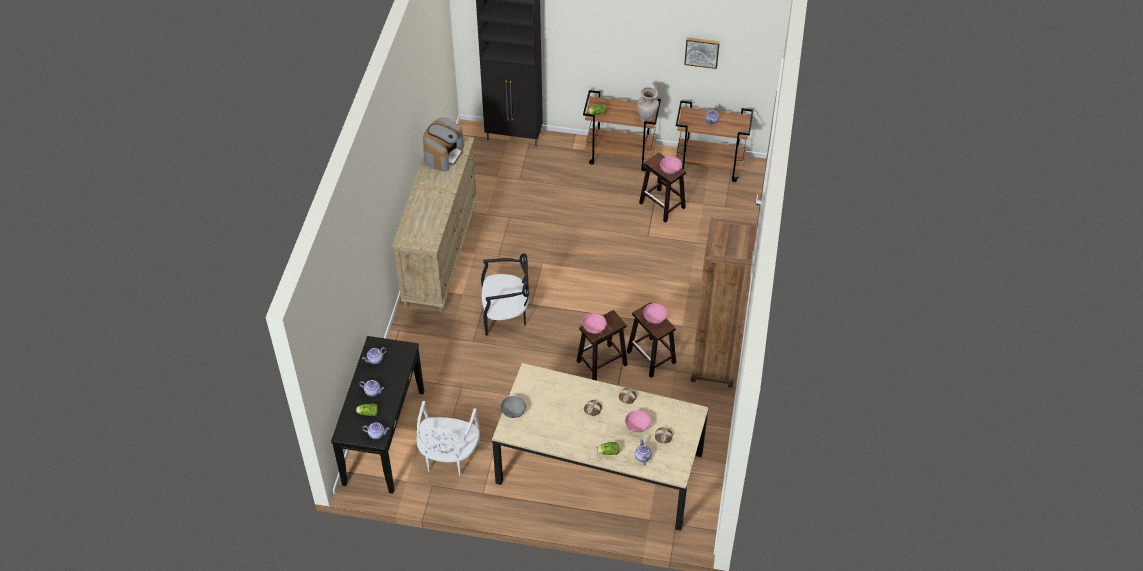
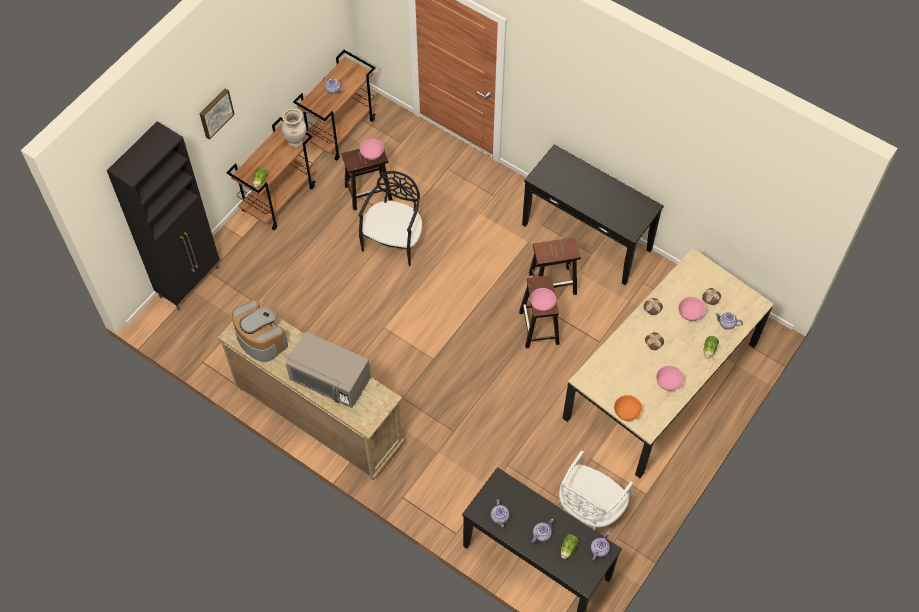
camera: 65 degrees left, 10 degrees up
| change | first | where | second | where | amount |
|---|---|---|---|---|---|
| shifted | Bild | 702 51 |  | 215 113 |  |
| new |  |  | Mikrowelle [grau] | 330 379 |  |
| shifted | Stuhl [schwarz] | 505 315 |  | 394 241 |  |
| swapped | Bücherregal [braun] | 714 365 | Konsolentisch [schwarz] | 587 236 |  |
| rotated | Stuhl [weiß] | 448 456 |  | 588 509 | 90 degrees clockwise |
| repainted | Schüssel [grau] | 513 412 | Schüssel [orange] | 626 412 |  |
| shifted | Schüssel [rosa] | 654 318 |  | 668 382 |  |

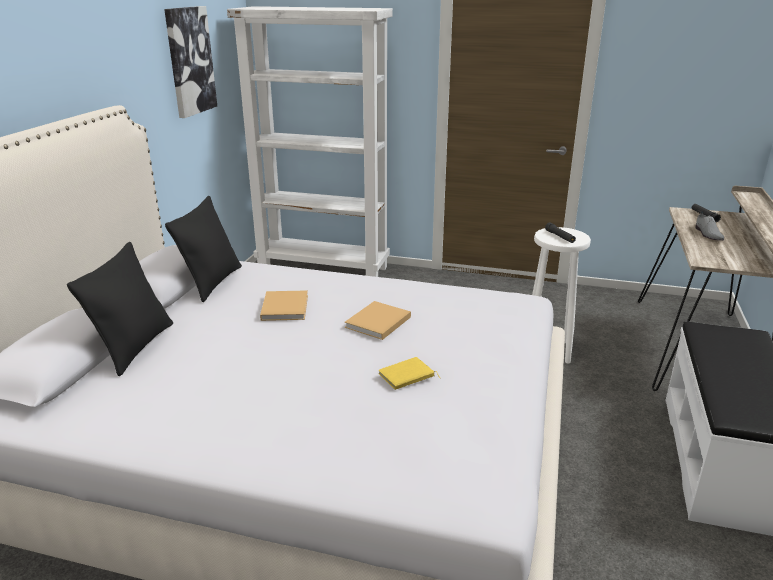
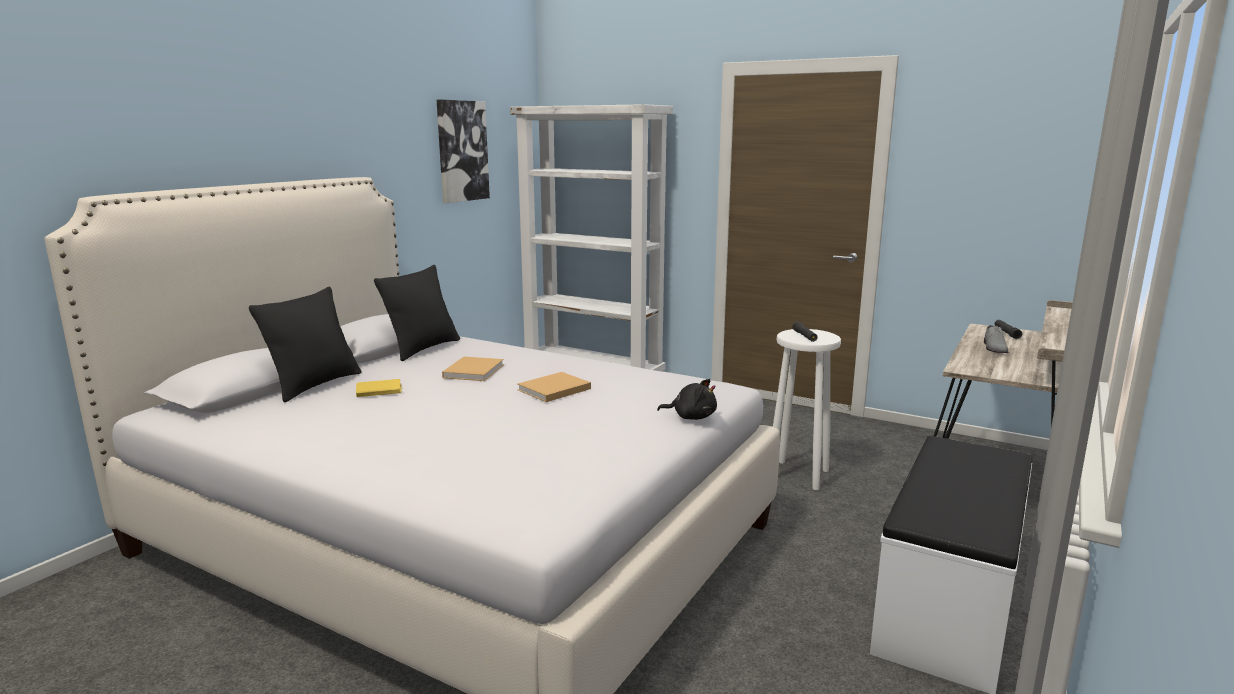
camera: 15 degrees right, 10 degrees down
| change | first | where | second | where | amount |
|---|---|---|---|---|---|
| shifted | Buch [gelb] | 407 377 |  | 379 391 |  |
| new |  |  | Plüschtier [schwarz] | 691 417 |  |

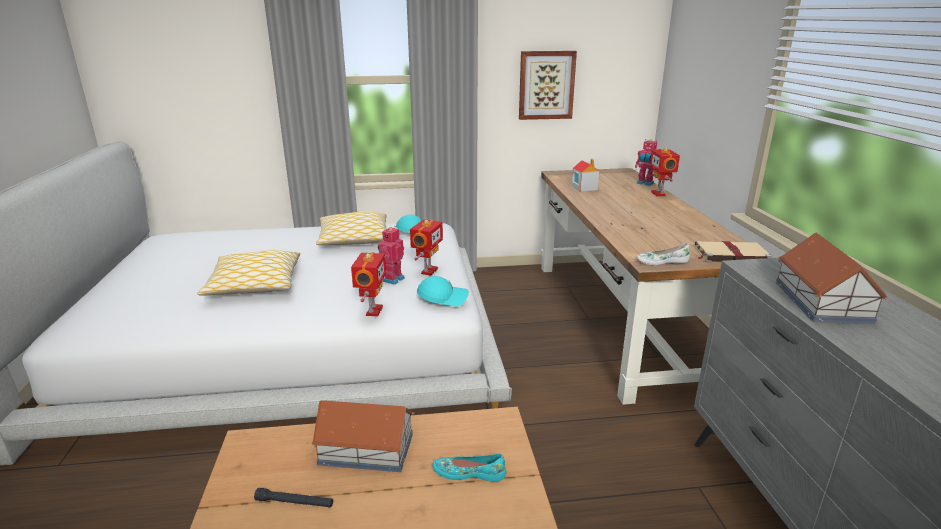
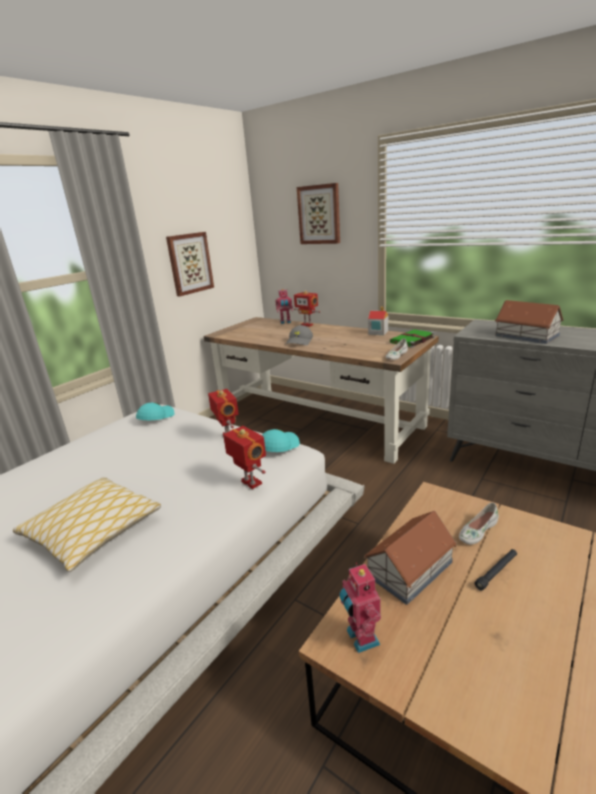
camera: 45 degrees left, 0 degrees up
| change | first | where | second | where | amount |
|---|---|---|---|---|---|
| new |  |  | Kappe [grau] | 299 342 |  |
| new |  |  | Bild | 319 214 |  |
| shifted | Spielzeugroboter | 392 279 |  | 360 638 |  |
| shifted | Spielzeughaus | 584 188 |  | 377 332 |  |
| repainted | Buch [beige] | 729 254 | Buch [grün] | 412 340 |  |
| repainted | Schuh [türkis] | 469 472 | Schuh [weiß] | 477 530 |  |
| shifted | Taschenlampe [schwarz] | 294 503 |  | 496 571 |  |
| gone | Kissen | 354 239 |  |  |  |

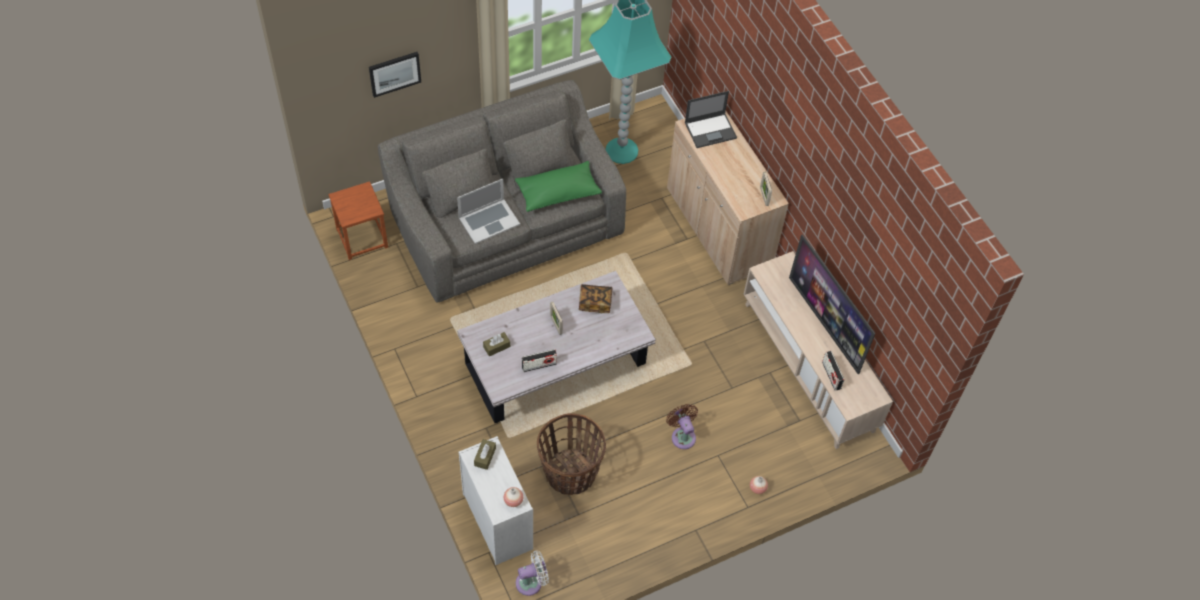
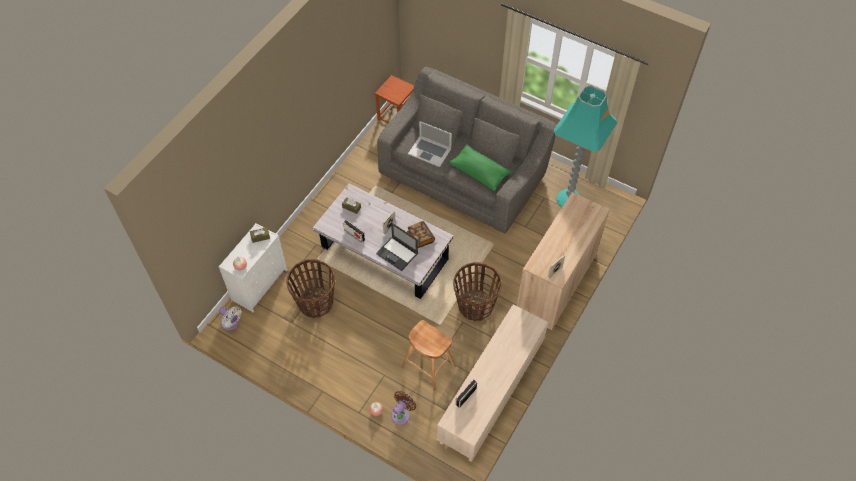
camera: 60 degrees right, 0 degrees up
| change | first | where | second | where | amount |
|---|---|---|---|---|---|
| shifted | Laptop | 711 130 |  | 397 254 |  |
| shifted | Ventilator [braun] | 682 435 |  | 402 414 |  |
| new |  |  | Hocker [braun] | 428 366 |  |
| new |  |  | Korb | 475 306 |  |
| gone | Bild | 394 73 |  |  |  |
| gone | Fernseher | 825 324 |  |  |  |

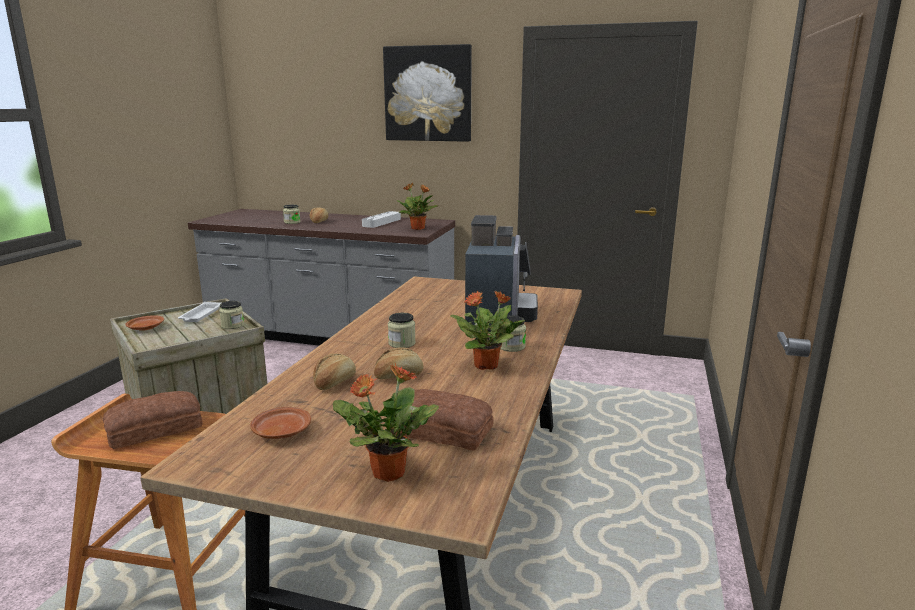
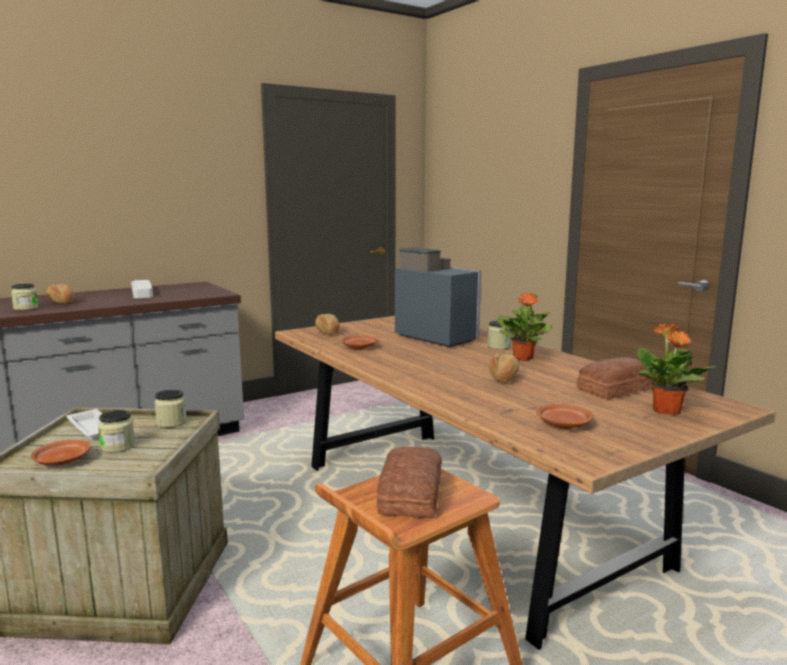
camera: 50 degrees left, 5 degrees down
| change | first | where | second | where | amount |
|---|---|---|---|---|---|
| shifted | Vorratsglas | 402 343 |  | 118 446 |  |
| shifted | Brot | 334 382 |  | 327 332 |  |
| new |  |  | Teller [braun] | 358 347 |  |
| gone | Bild | 428 94 |  |  |  |
| gone | Topfpflanze | 418 228 |  |  |  |

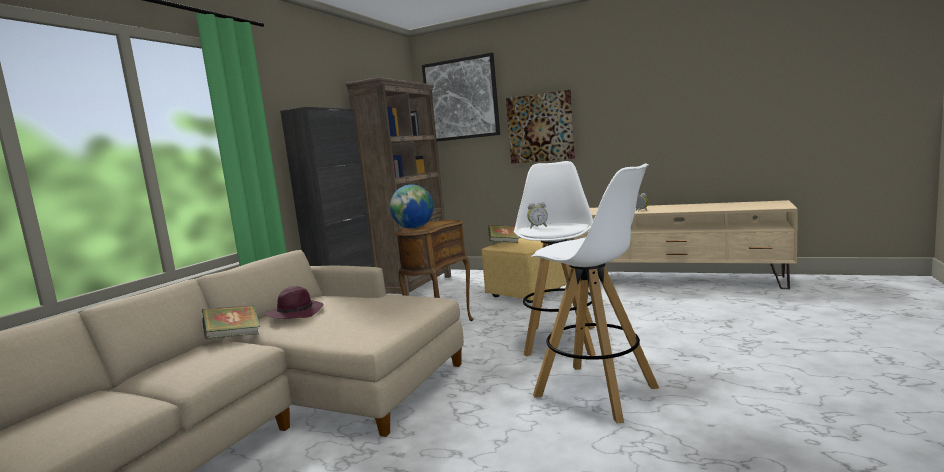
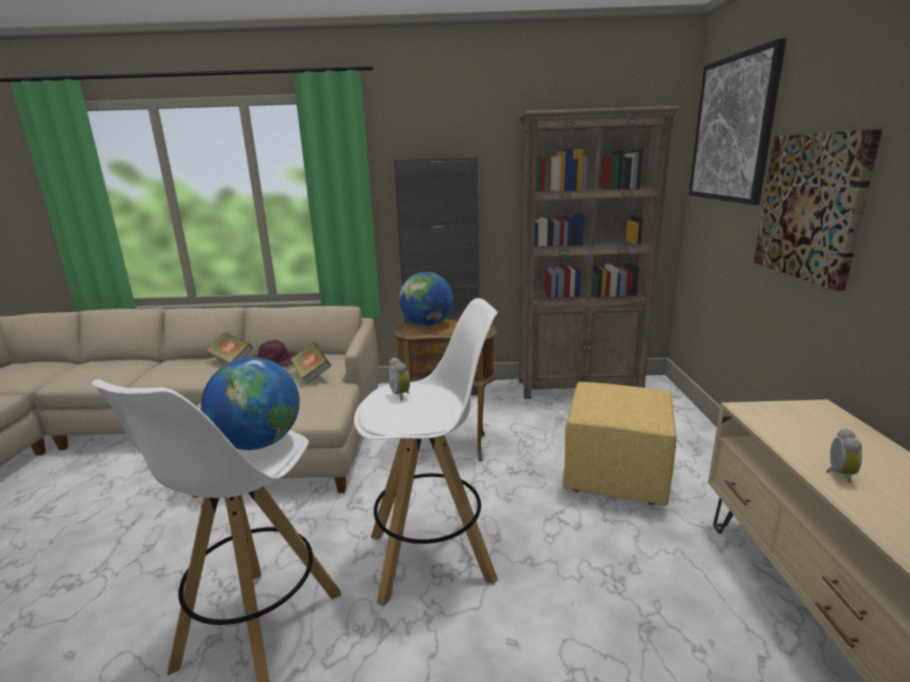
camera: 65 degrees right, 10 degrees up
| change | first | where | second | where | amount |
|---|---|---|---|---|---|
| new |  |  | Globus | 259 443 |  |
| shifted | Buch | 504 243 |  | 312 375 |  |

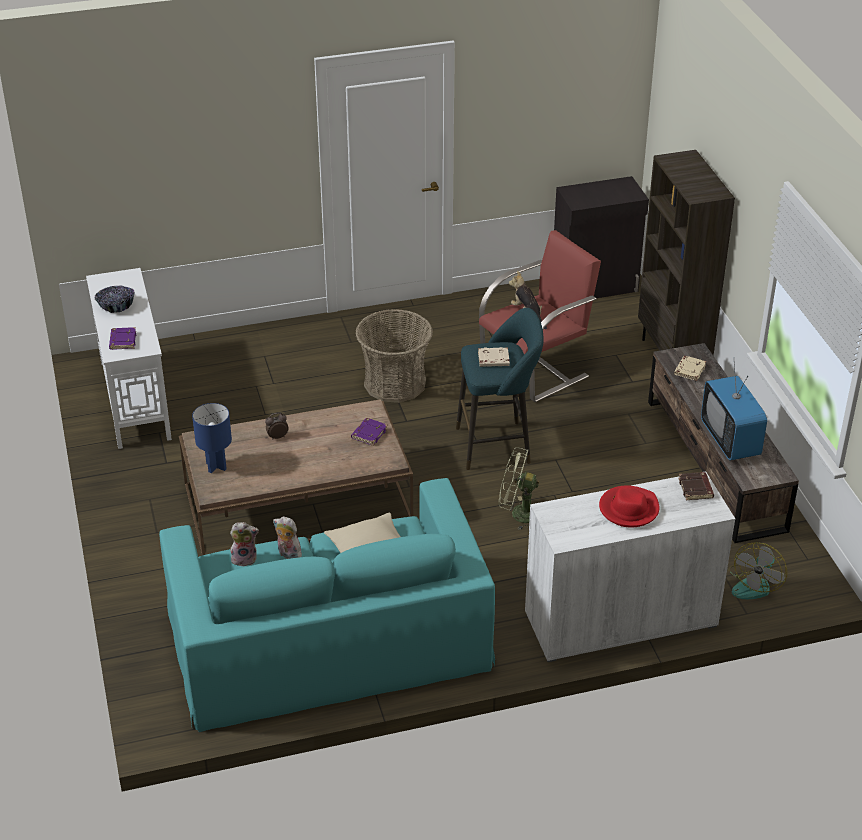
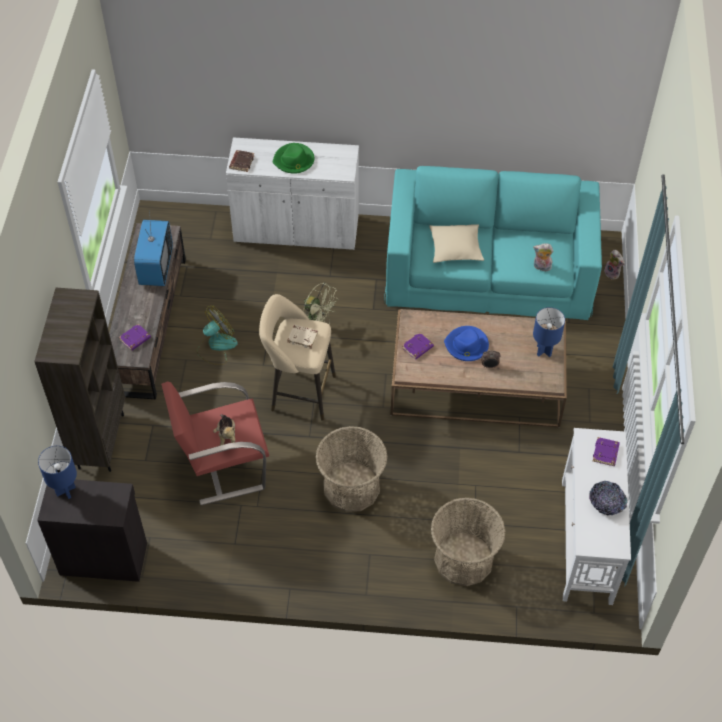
camera: 160 degrees left, 15 degrees up
| change | first | where | second | where | amount |
|---|---|---|---|---|---|
| new |  |  | Tischlampe [blau] | 66 490 |  |
| repainted | Buch [beige] | 689 370 | Buch [lila] | 135 339 |  |
| shifted | Ventilator | 754 584 |  | 216 346 |  |
| repainted | Hocker [türkis] | 498 445 | Hocker [beige] | 299 392 |  |
| repainted | Hut [rot] | 628 509 | Hut [grün] | 294 160 |  |
| new |  |  | Korb | 463 559 |  |
| new |  |  | Hut [blau] | 466 345 |  |
| shifted | Plüschtier | 287 554 |  | 613 273 |  |

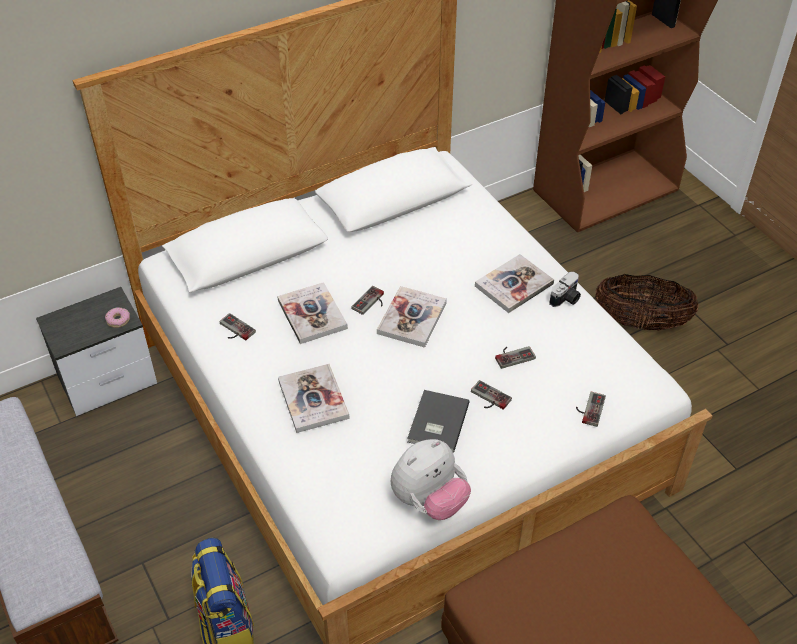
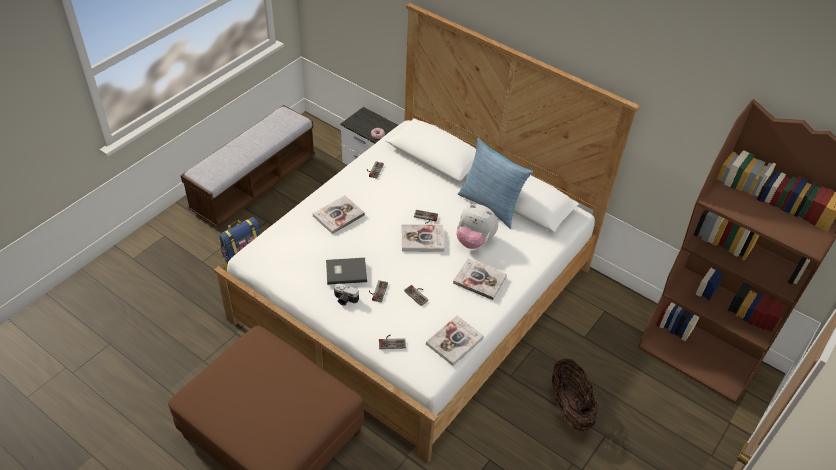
camera: 65 degrees right, 0 degrees up
| change | first | where | second | where | amount |
|---|---|---|---|---|---|
| shifted | Kamera | 566 299 |  | 345 300 |  |
| shifted | Buch | 312 314 |  | 454 341 |  |
| shifted | Plüschtier | 429 501 |  | 474 240 |  |
| new |  |  | Kissen | 491 205 |  |

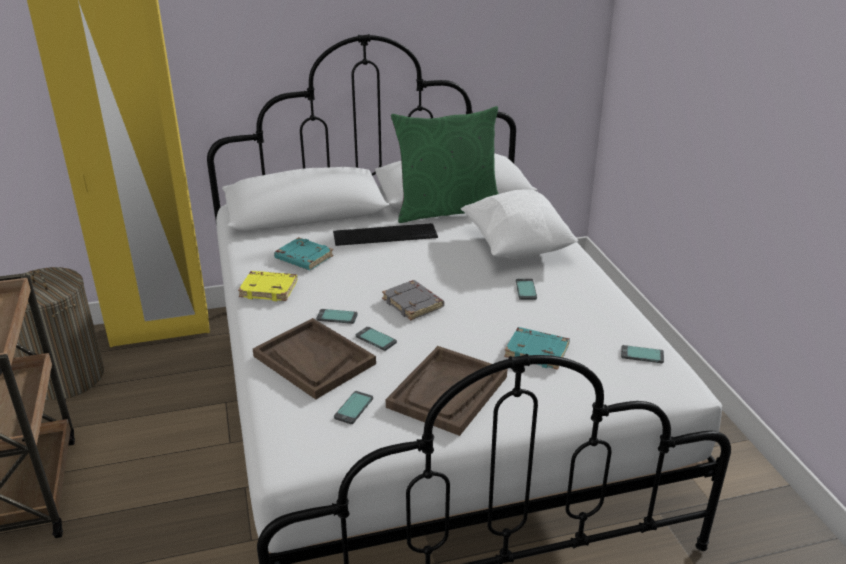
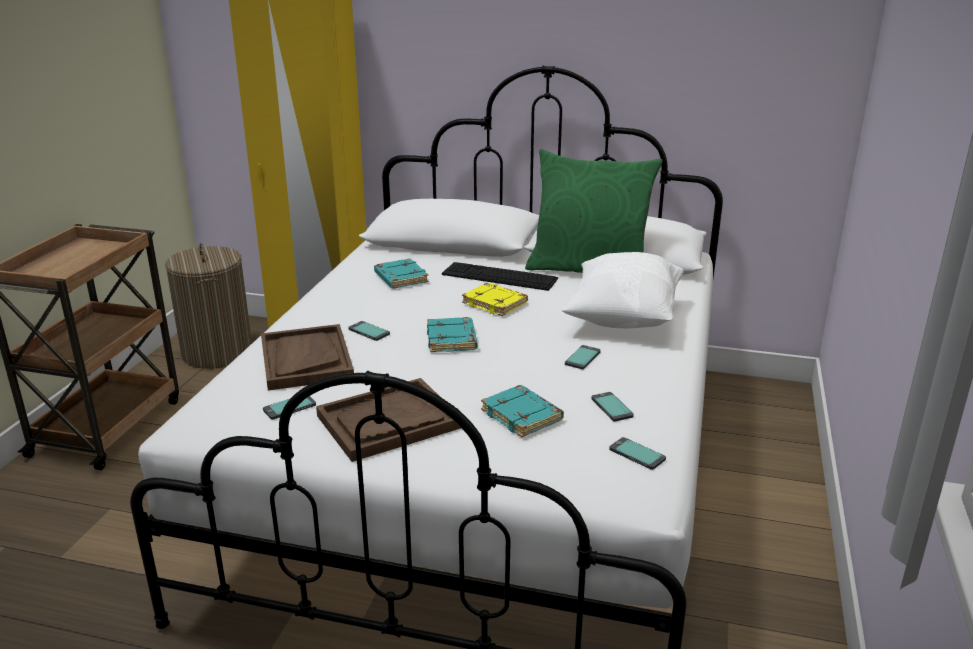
camera: 30 degrees right, 5 degrees down
| change | first | where | second | where | amount |
|---|---|---|---|---|---|
| repainted | Buch [grau] | 414 304 | Buch [türkis] | 452 340 |  |
| shifted | Buch [gelb] | 269 289 |  | 496 303 |  |
| shifted | Handy | 375 339 |  | 611 407 |  |

